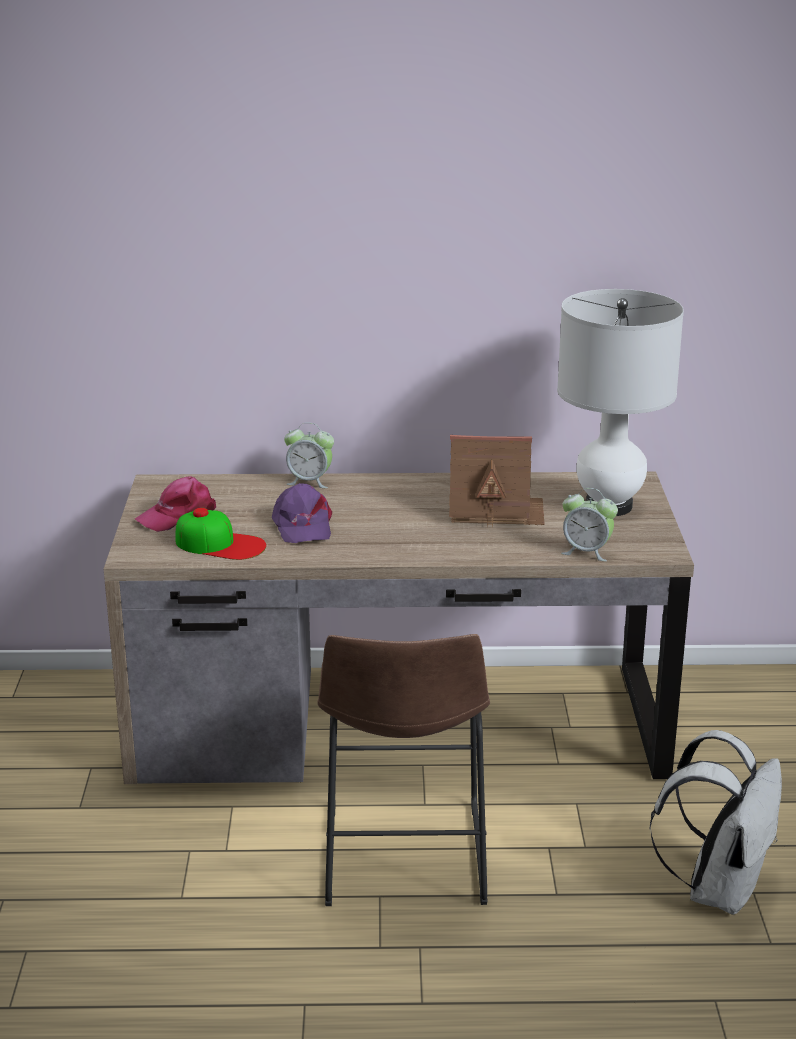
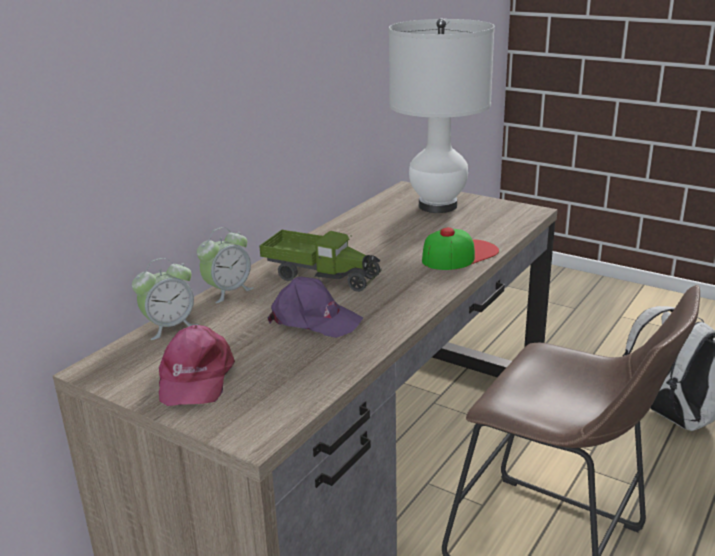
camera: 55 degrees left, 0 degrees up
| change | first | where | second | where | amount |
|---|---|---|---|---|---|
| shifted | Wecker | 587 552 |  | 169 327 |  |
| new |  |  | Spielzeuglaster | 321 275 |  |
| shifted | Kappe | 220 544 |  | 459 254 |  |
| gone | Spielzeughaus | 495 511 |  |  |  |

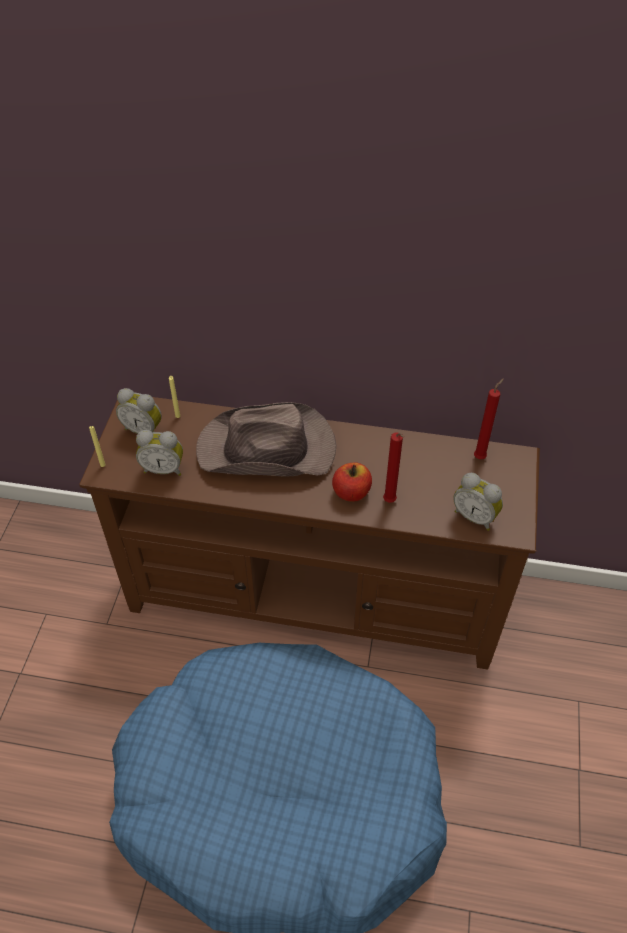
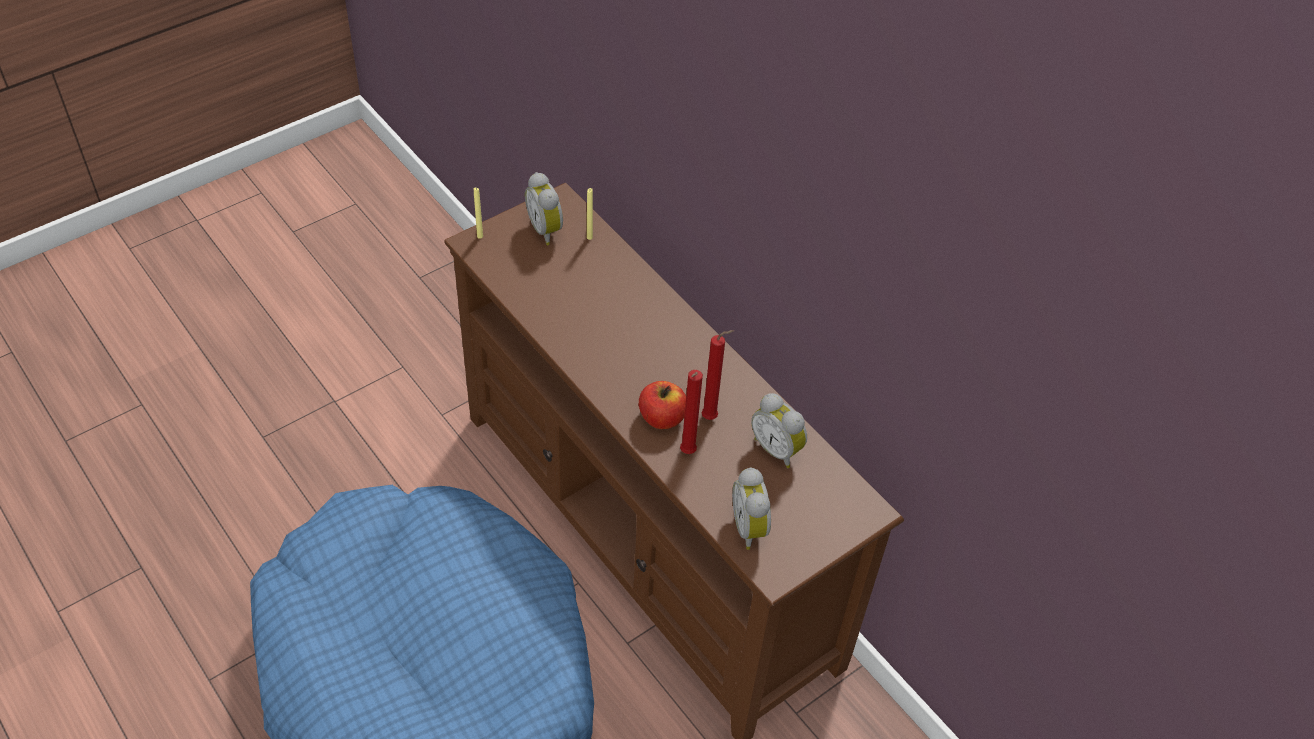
camera: 40 degrees right, 0 degrees up
| change | first | where | second | where | amount |
|---|---|---|---|---|---|
| shifted | Kerze [rot] | 481 456 |  | 712 417 |  |
| shifted | Wecker | 164 468 |  | 778 449 |  |
| gone | Hut [braun] | 268 450 |  |  |  |

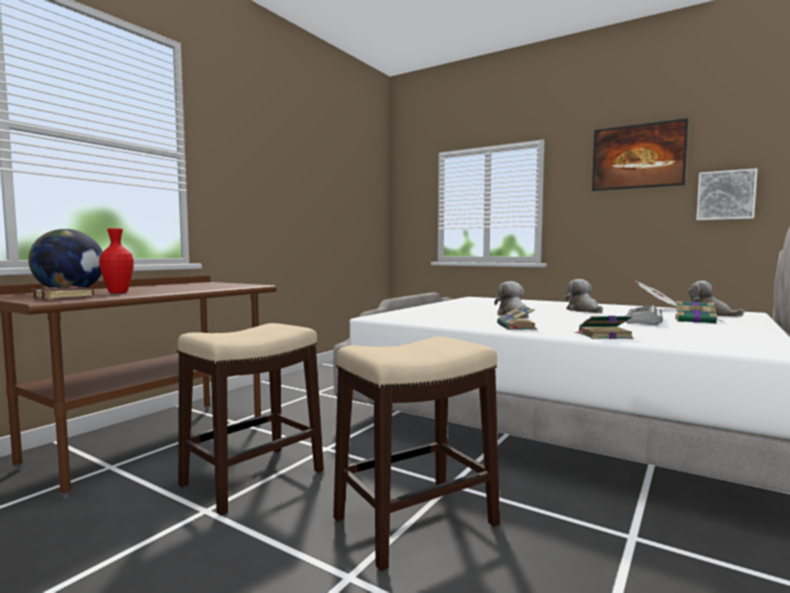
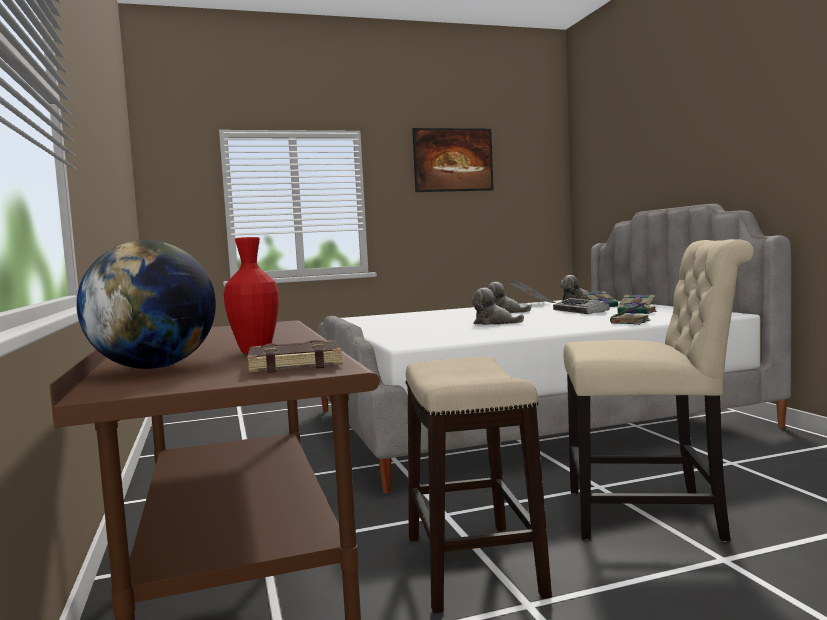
camera: 50 degrees left, 0 degrees up
| change | first | where | second | where | amount |
|---|---|---|---|---|---|
| swapped | Hocker | 414 522 | Stuhl [beige] | 652 515 |  |
| shifted | Buch | 516 327 |  | 637 312 |  |
| gone | Bild | 725 195 |  |  |  |

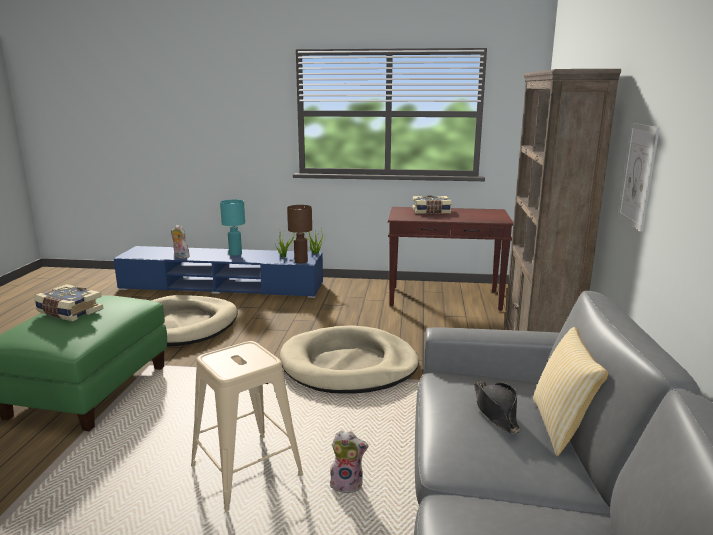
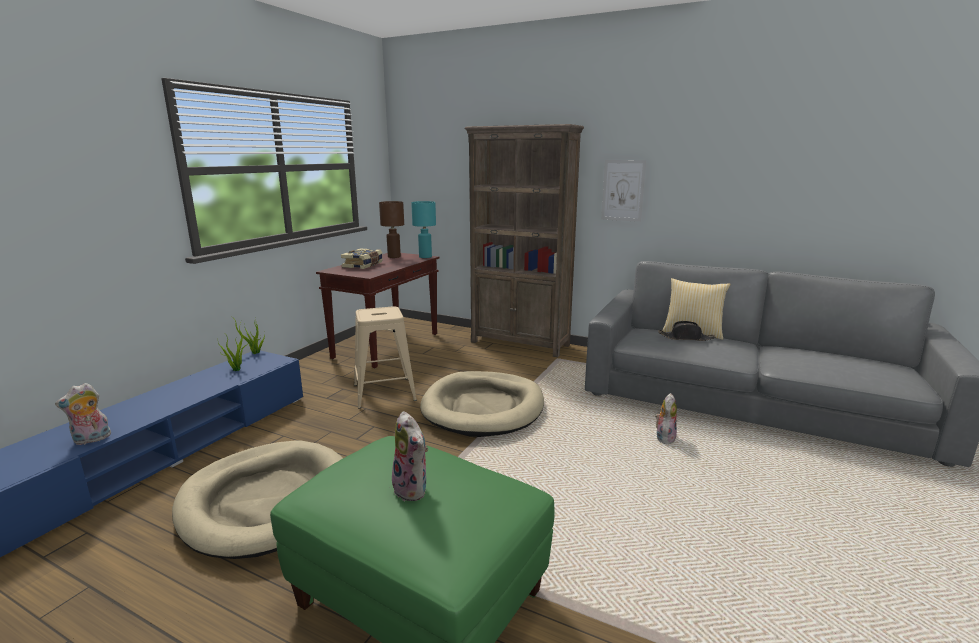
camera: 70 degrees left, 0 degrees up
| change | first | where | second | where | amount |
|---|---|---|---|---|---|
| shifted | Hocker [beige] | 245 470 |  | 384 392 |  |
| shifted | Tischlampe [braun] | 301 261 |  | 394 257 |  |
| swapped | Buch | 69 312 | Plüschtier | 413 489 |  |
| shifted | Tischlampe [türkis] | 236 254 |  | 425 257 |  |

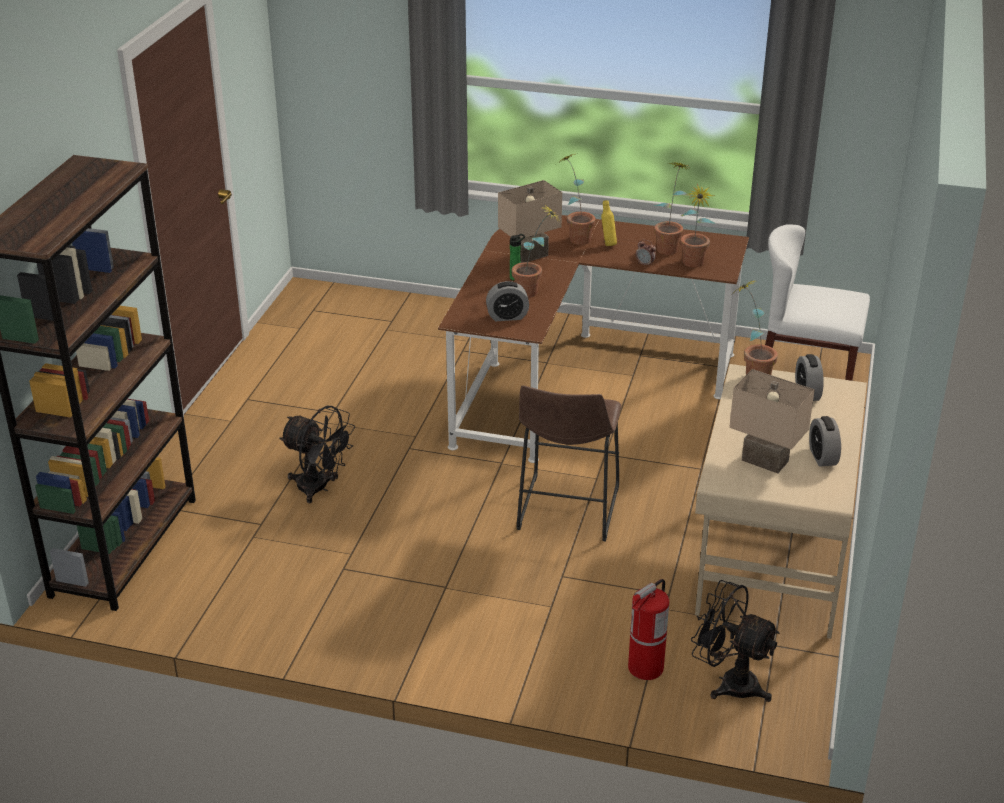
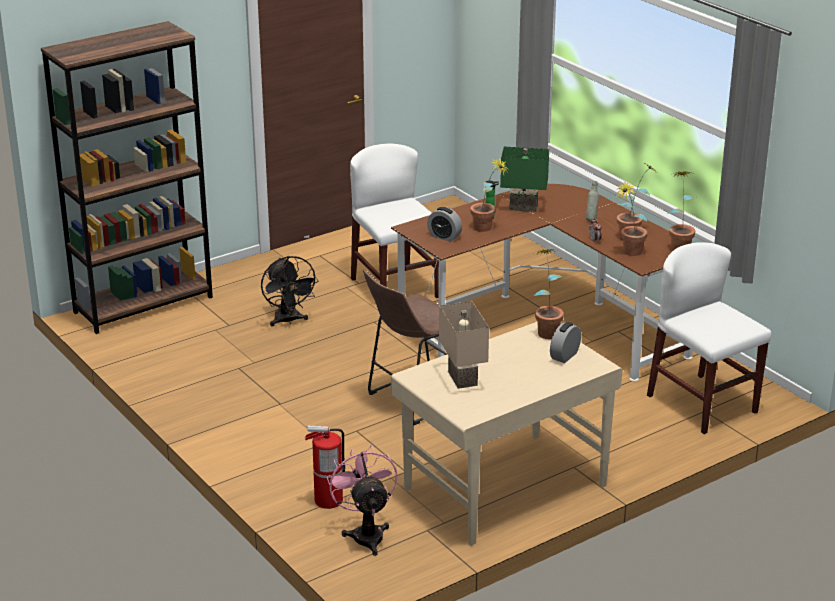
camera: 40 degrees right, 5 degrees down
| change | first | where | second | where | amount |
|---|---|---|---|---|---|
| repainted | Ventilator [schwarz] | 729 682 | Ventilator [rosa] | 366 533 |  |
| new |  |  | Stuhl [weiß] | 395 288 |  |
| repainted | Tischlampe [beige] | 528 255 | Tischlampe [grün] | 524 206 |  |
| repainted | Flasche [gelb] | 608 244 | Flasche [grau] | 591 219 |  |
| shifted | Topfpflanze | 575 237 |  | 679 246 |  |
| gone | Wecker | 822 457 |  |  |  |

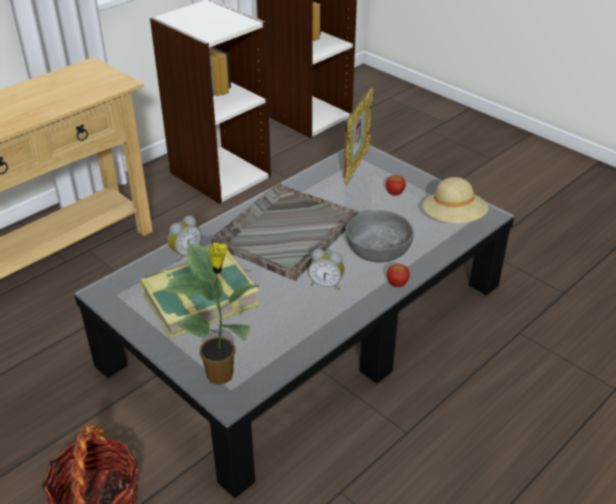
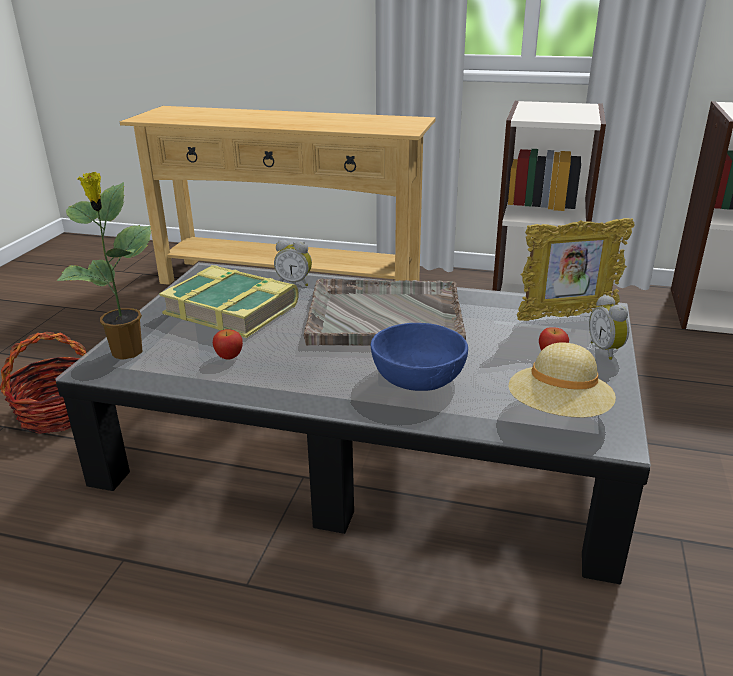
camera: 60 degrees right, 10 degrees down
| change | first | where | second | where | amount |
|---|---|---|---|---|---|
| shifted | Apfel | 397 284 |  | 229 356 |  |
| repainted | Schüssel [grau] | 377 250 | Schüssel [blau] | 417 376 |  |
| shifted | Wecker | 326 284 |  | 607 350 |  |

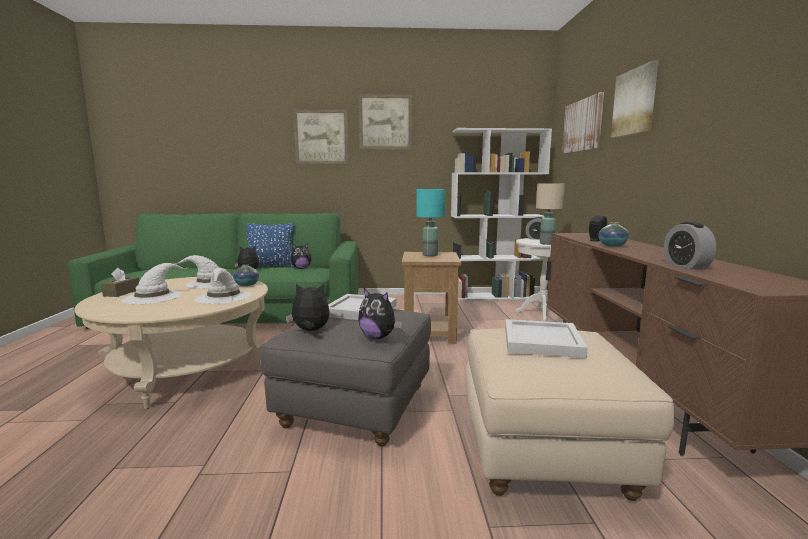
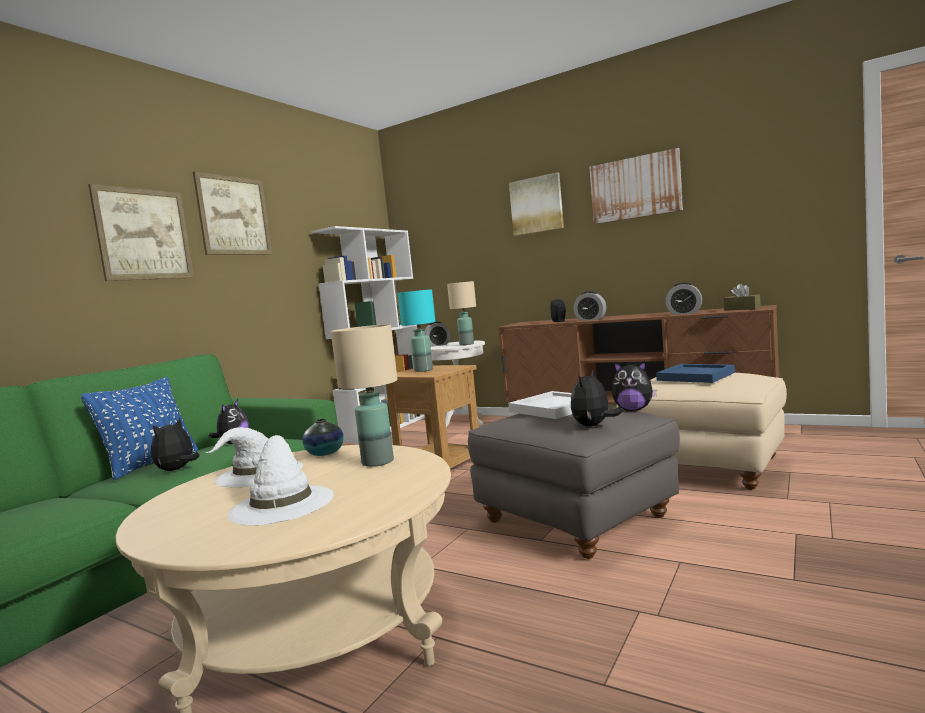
camera: 55 degrees left, 5 degrees down
| change | first | where | second | where | amount |
|---|---|---|---|---|---|
| swapped | Hut [weiß] | 224 297 | Tischlampe [beige] | 377 462 |  |
| swapped | Vase | 612 246 | Wecker | 590 319 |  |
| shifted | Bild | 583 125 |  | 635 188 |  |
| rotated | Plüschtier | 378 337 |  | 633 410 | 45 degrees clockwise |
| repainted | Tablett [weiß] | 543 341 | Tablett [blau] | 695 376 |  |
| shifted | Taschentuchbox [braun] | 122 292 |  | 742 309 |  |

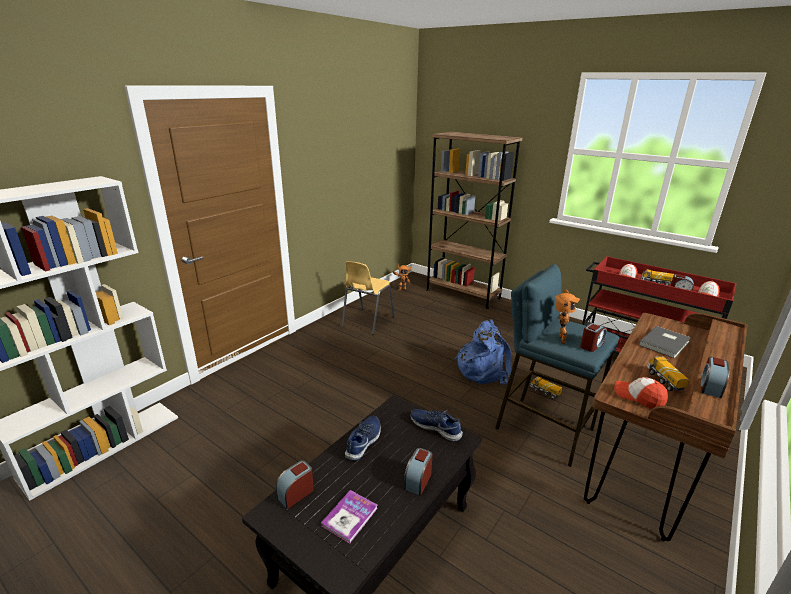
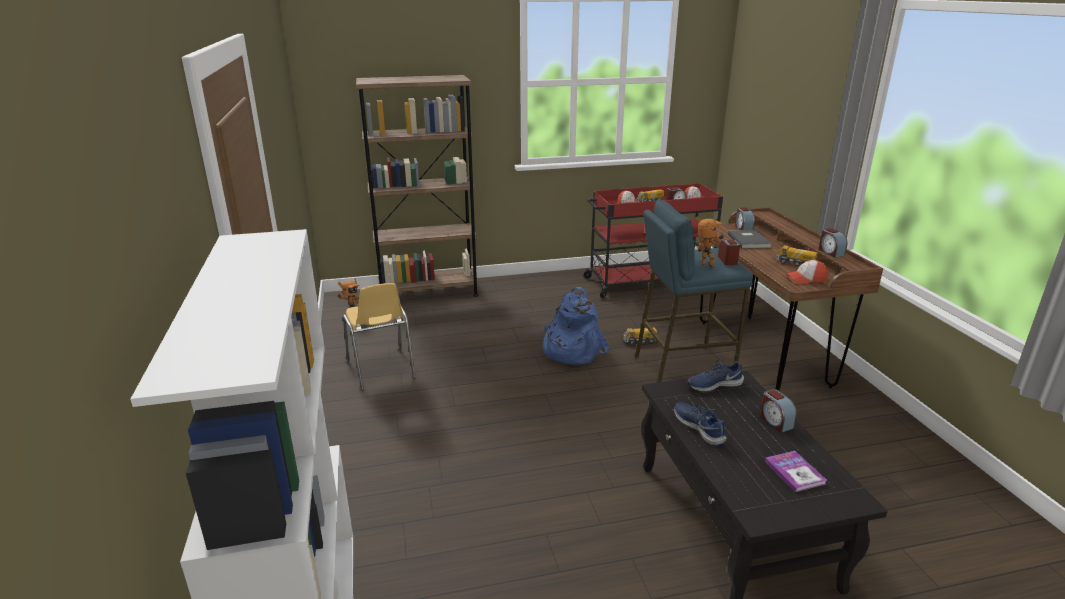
camera: 50 degrees left, 0 degrees up
| change | first | where | second | where | amount |
|---|---|---|---|---|---|
| shifted | Wecker | 296 493 |  | 743 228 |  |

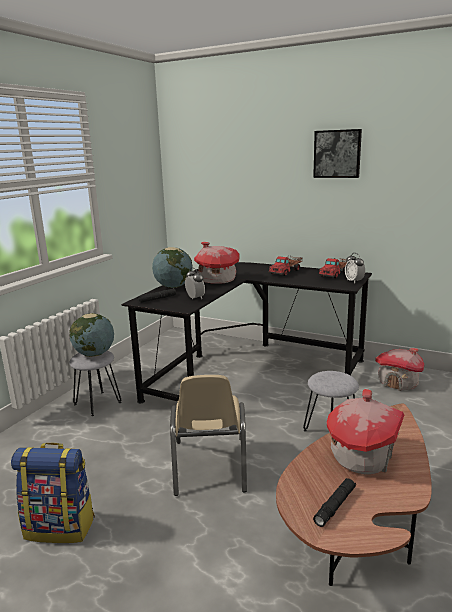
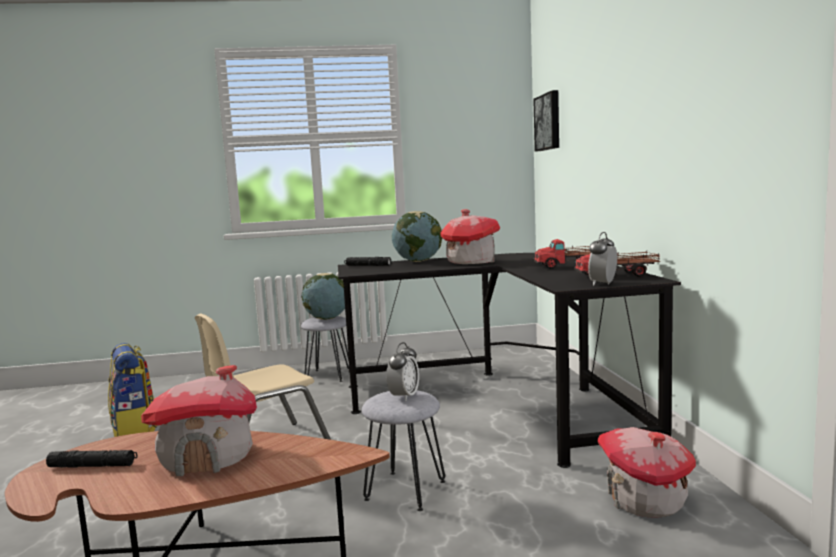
camera: 55 degrees right, 10 degrees down
| change | first | where | second | where | amount |
|---|---|---|---|---|---|
| shifted | Wecker | 195 298 |  | 404 396 |  |
| shifted | Bild | 337 154 |  | 549 122 |  |

